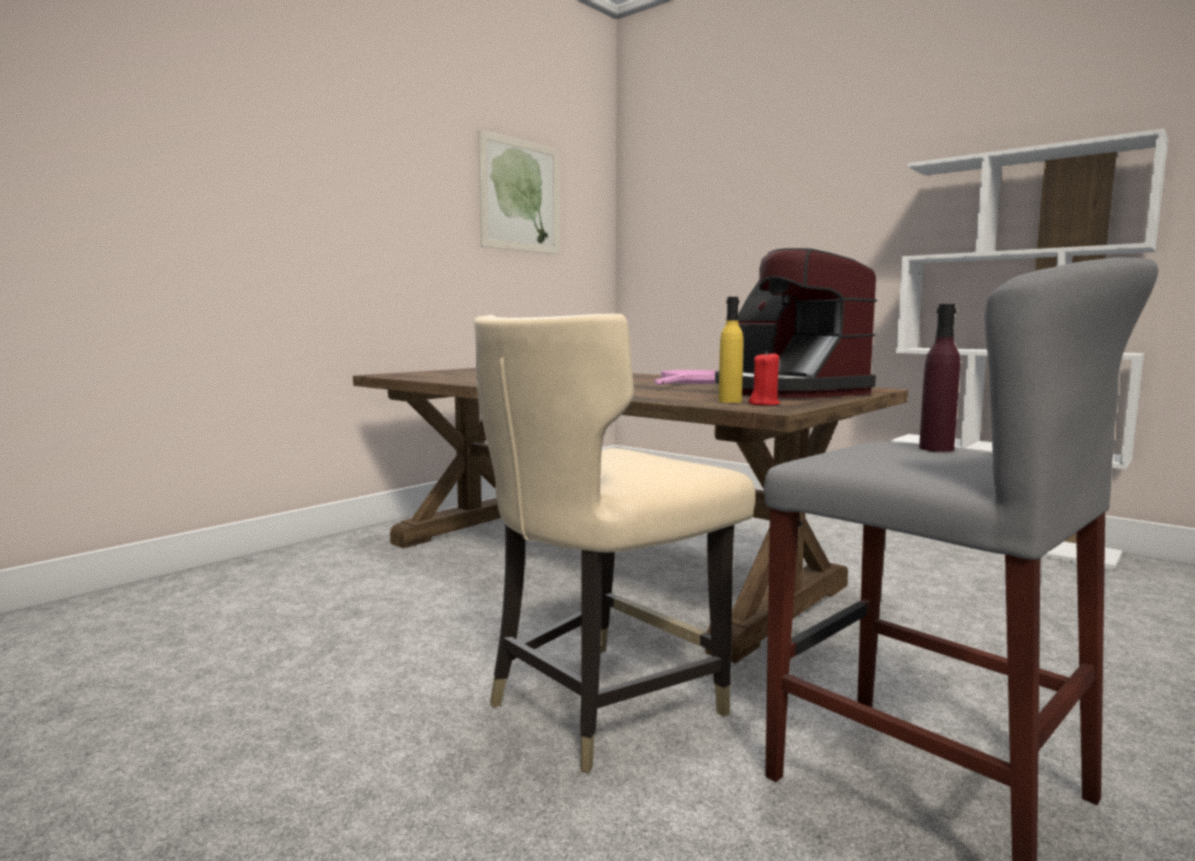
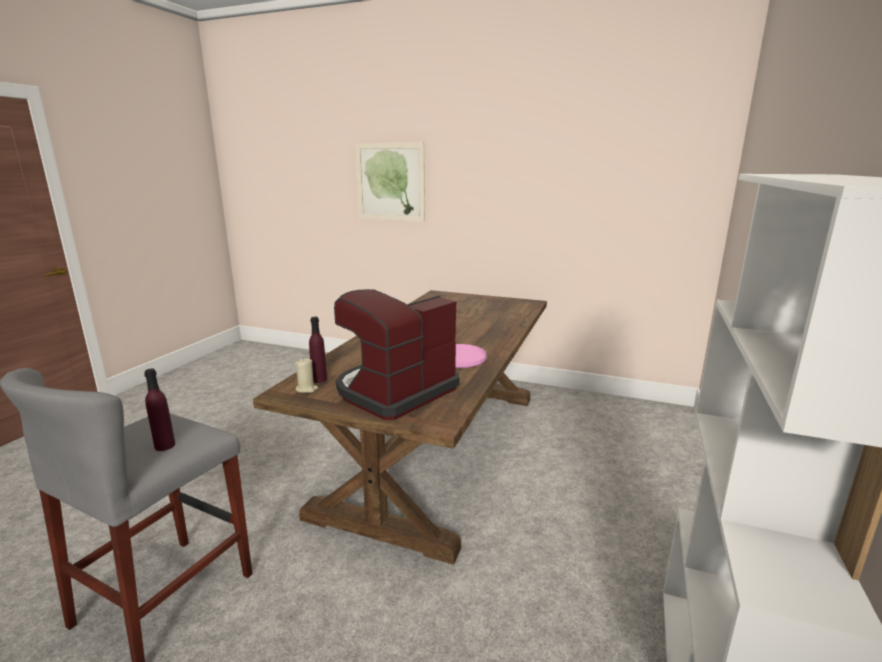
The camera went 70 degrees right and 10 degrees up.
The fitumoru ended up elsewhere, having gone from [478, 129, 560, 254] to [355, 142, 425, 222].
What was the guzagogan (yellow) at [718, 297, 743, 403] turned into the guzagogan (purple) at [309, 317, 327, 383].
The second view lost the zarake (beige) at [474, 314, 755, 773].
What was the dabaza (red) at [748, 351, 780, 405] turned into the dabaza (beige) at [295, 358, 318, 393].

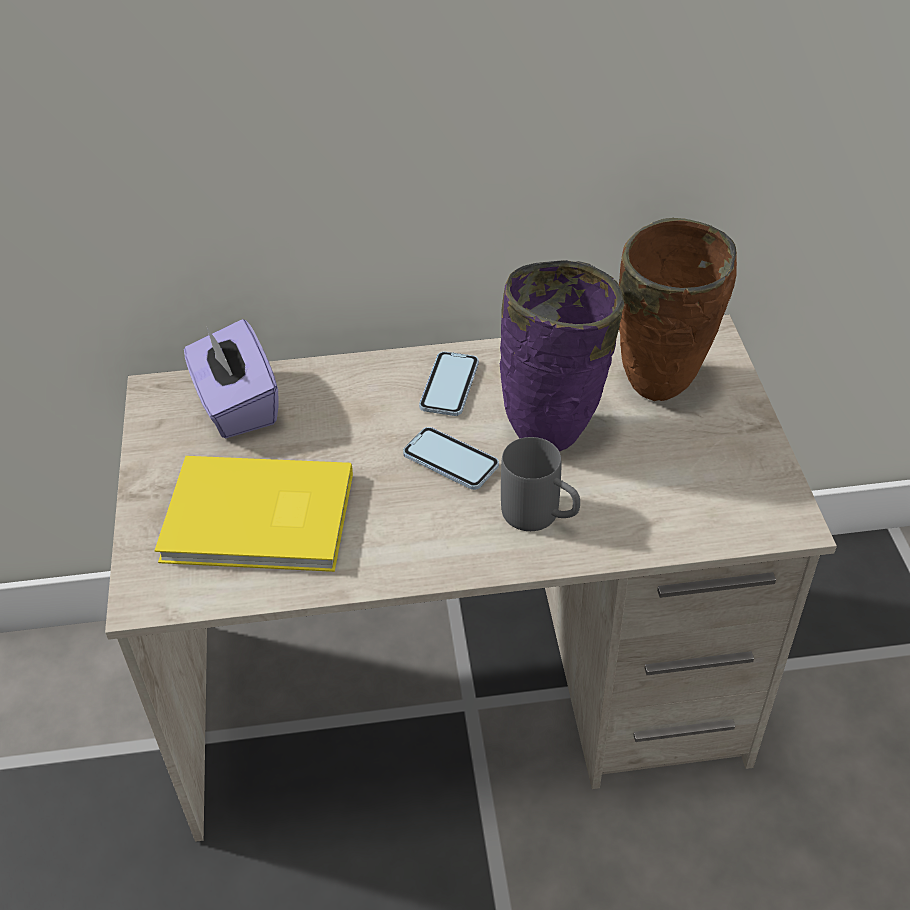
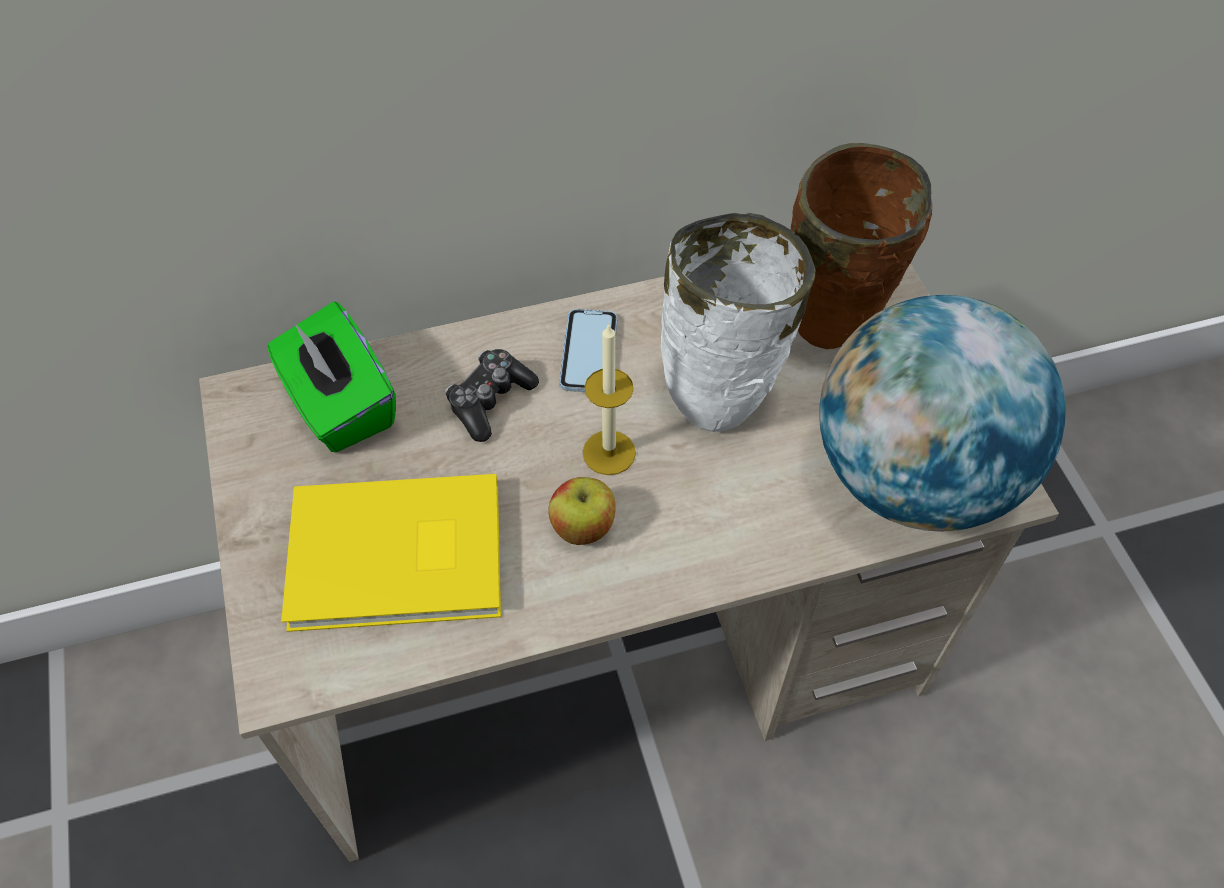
The camera went 10 degrees left and 10 degrees up.
What was the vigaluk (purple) at [500, 260, 625, 452] turned into the vigaluk (white) at [661, 213, 815, 432].
What was the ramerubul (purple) at [184, 319, 278, 438] turned into the ramerubul (green) at [267, 302, 396, 453].
Where the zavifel stood at [403, 427, 499, 490], the dabaza came to stand at [583, 323, 636, 475].
The second view lost the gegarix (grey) at [501, 437, 580, 531].
The second view gained the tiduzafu at [819, 295, 1066, 532].
The second view gained the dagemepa at [445, 349, 539, 442].
The second view gained the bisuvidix at [548, 477, 616, 545].

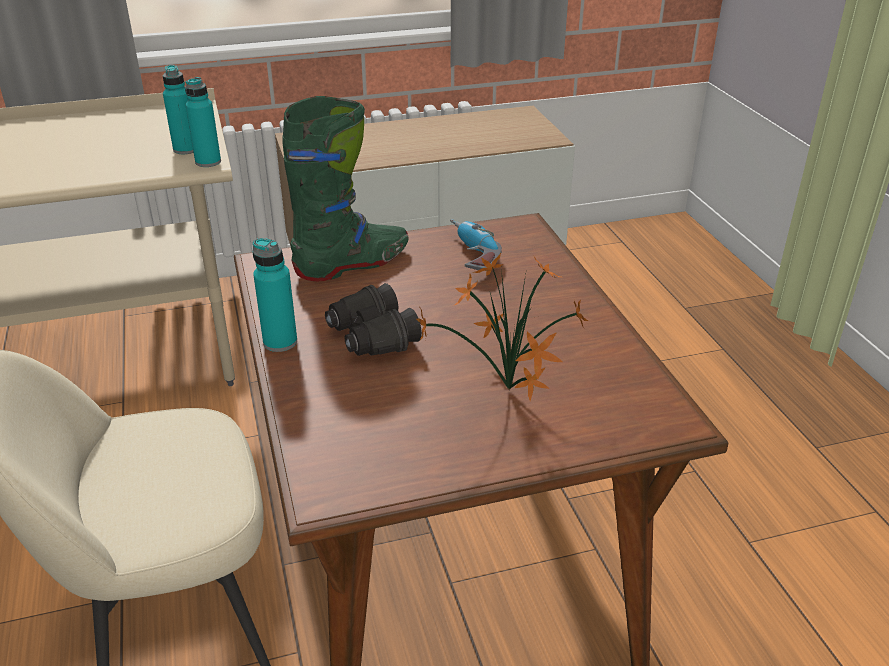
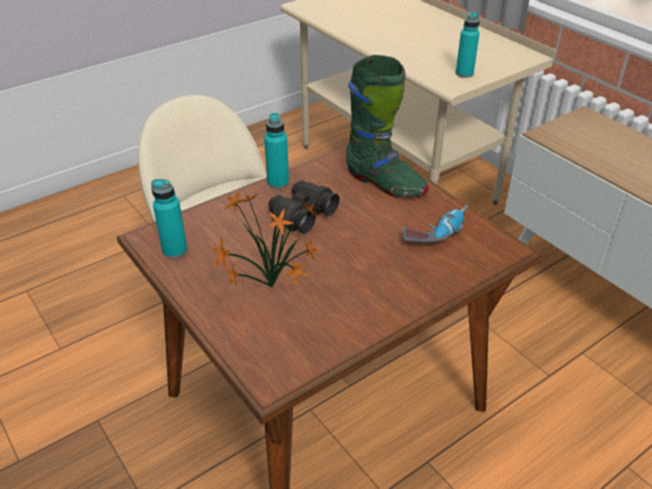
The camera went 70 degrees right and 5 degrees up.
The guzagogan (turquoise) ended up elsewhere, having gone from [185, 77, 221, 167] to [151, 179, 187, 258].

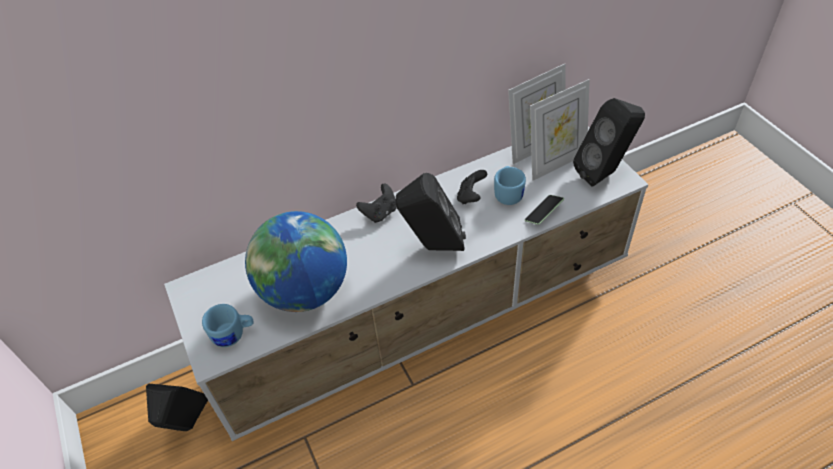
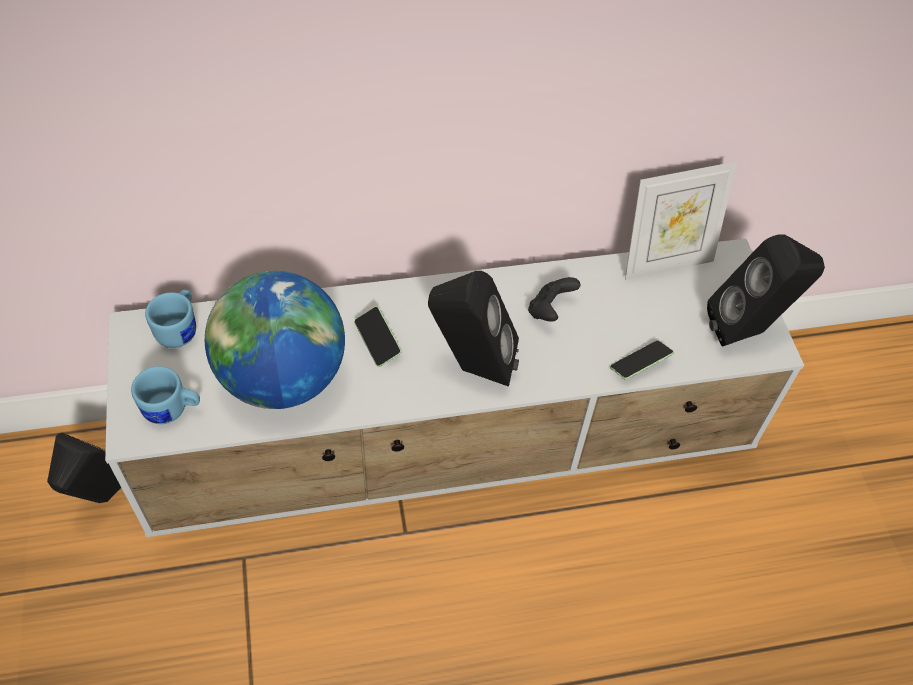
The camera went 10 degrees right and 5 degrees up.
The second view lost the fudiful at [530, 79, 590, 181].
The gegarix (blue) ended up elsewhere, having gone from [494, 166, 526, 205] to [145, 290, 196, 348].
The second view lost the dagemepa (black) at [356, 184, 397, 223].
The second view gained the zavifel at [354, 306, 402, 367].

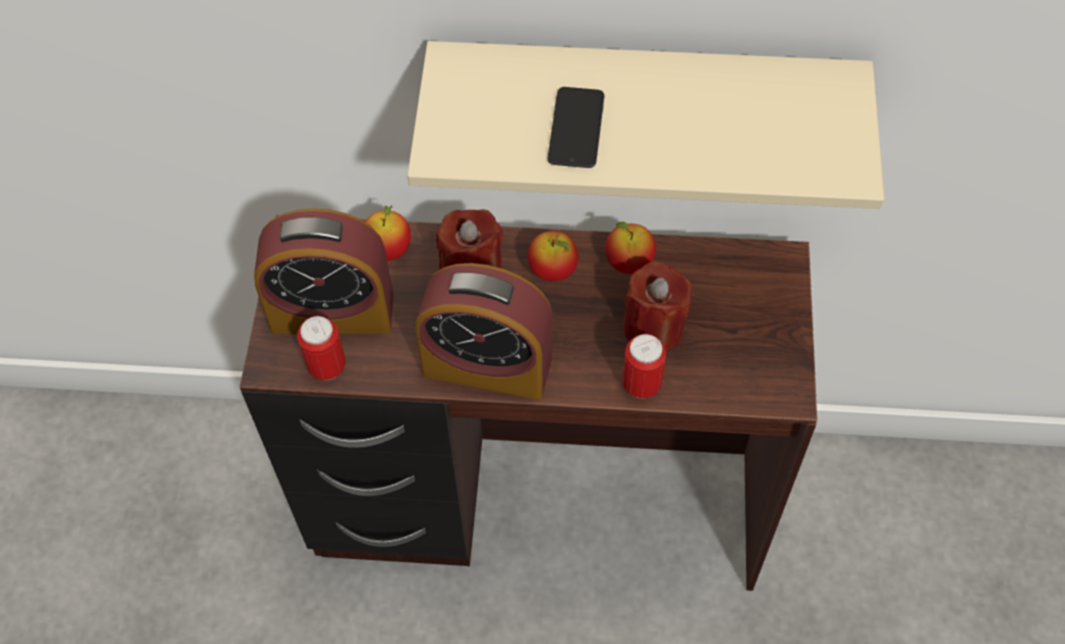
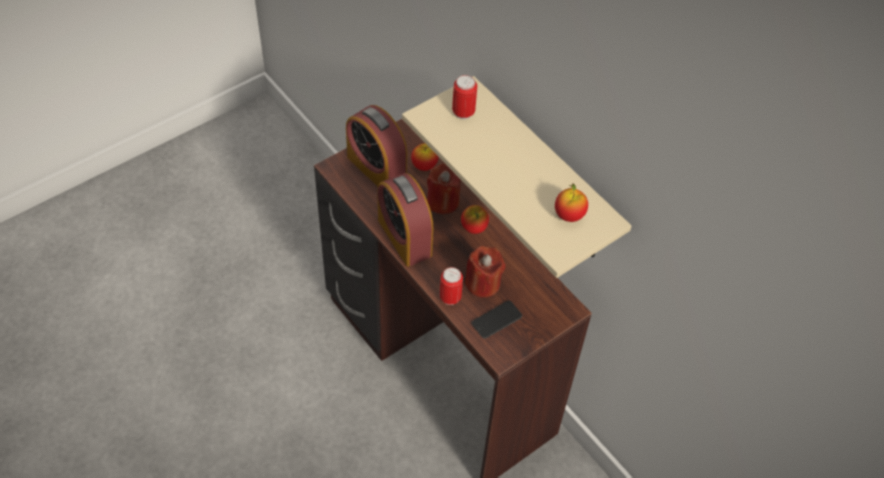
The camera went 45 degrees right and 5 degrees down.
The zavifel ended up elsewhere, having gone from [548, 87, 604, 168] to [472, 301, 522, 339].
The bisuvidix ended up elsewhere, having gone from [605, 222, 656, 274] to [555, 184, 588, 222].
The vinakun ended up elsewhere, having gone from [297, 316, 346, 380] to [452, 75, 477, 119].

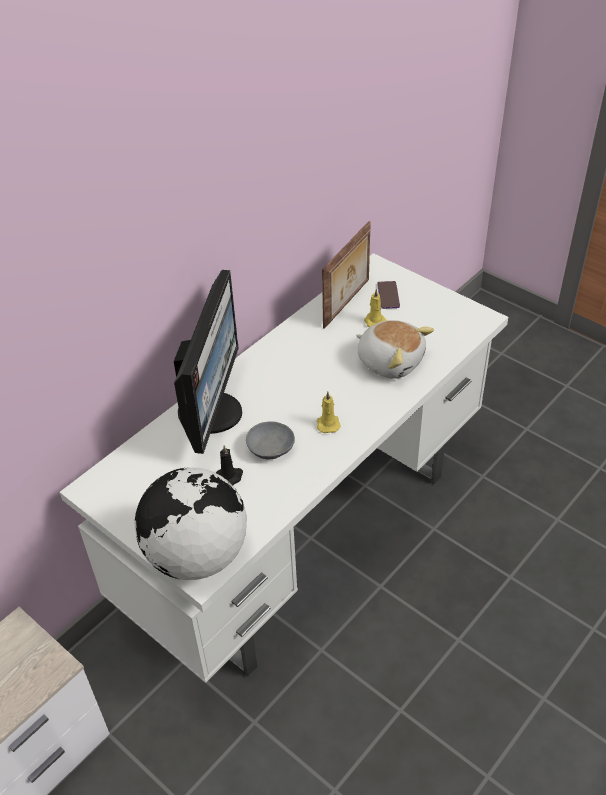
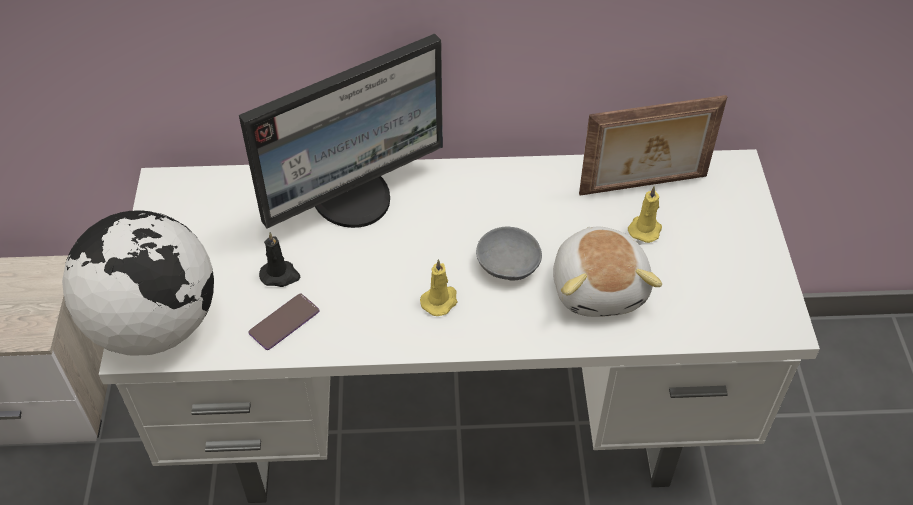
The camera went 45 degrees right and 5 degrees up.
The zavifel ended up elsewhere, having gone from [377, 281, 400, 309] to [248, 294, 319, 350].
The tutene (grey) ended up elsewhere, having gone from [246, 421, 295, 459] to [476, 227, 542, 281].

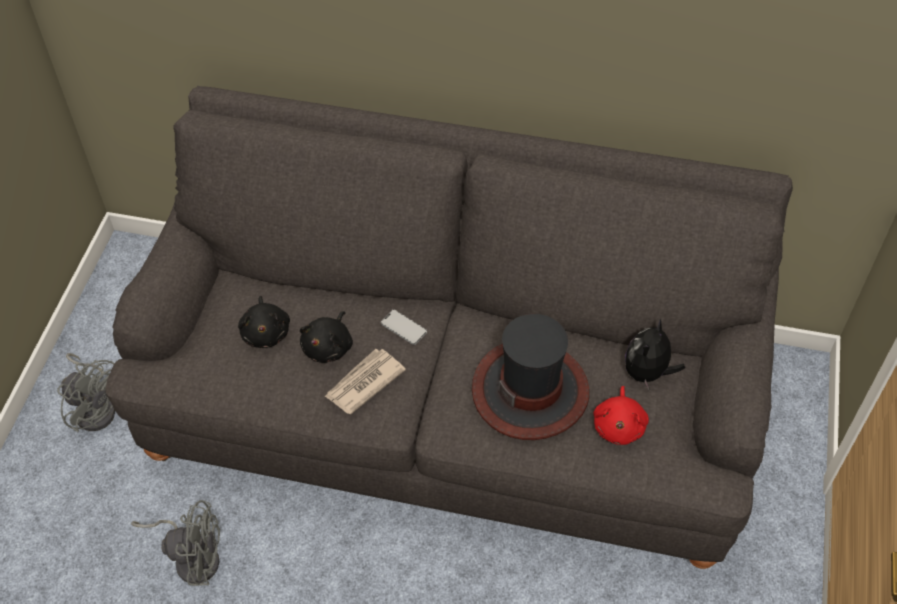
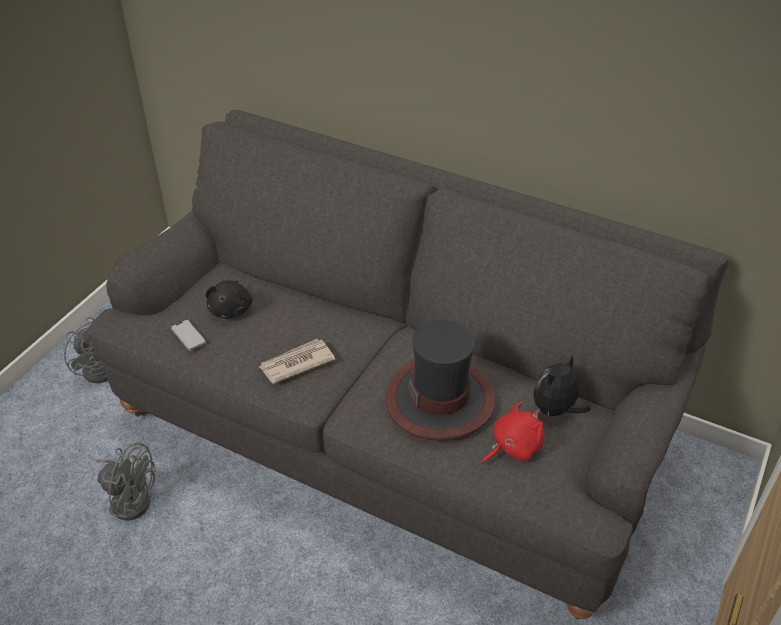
The camera went 15 degrees right and 10 degrees down.
The zavifel ended up elsewhere, having gone from [381, 310, 427, 345] to [171, 320, 206, 351].
The second view lost the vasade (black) at [300, 311, 353, 363].
The vasade (red) at [594, 386, 649, 445] ended up facing another way, 150 degrees counterclockwise from before.

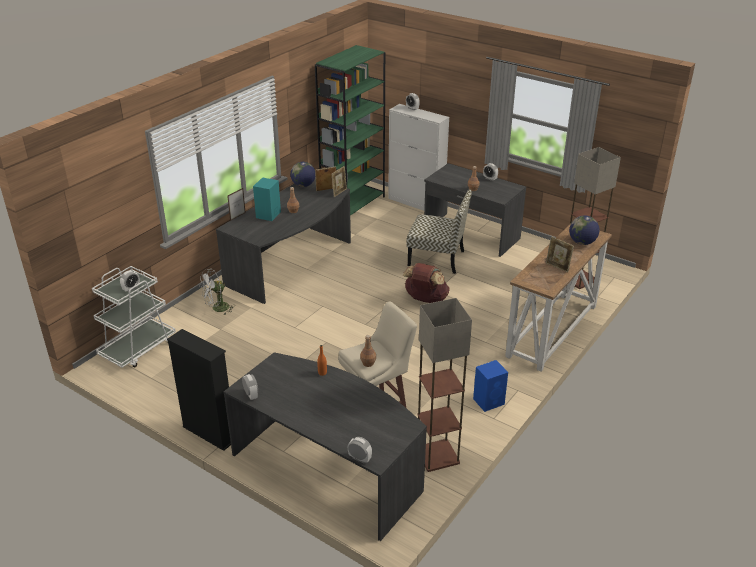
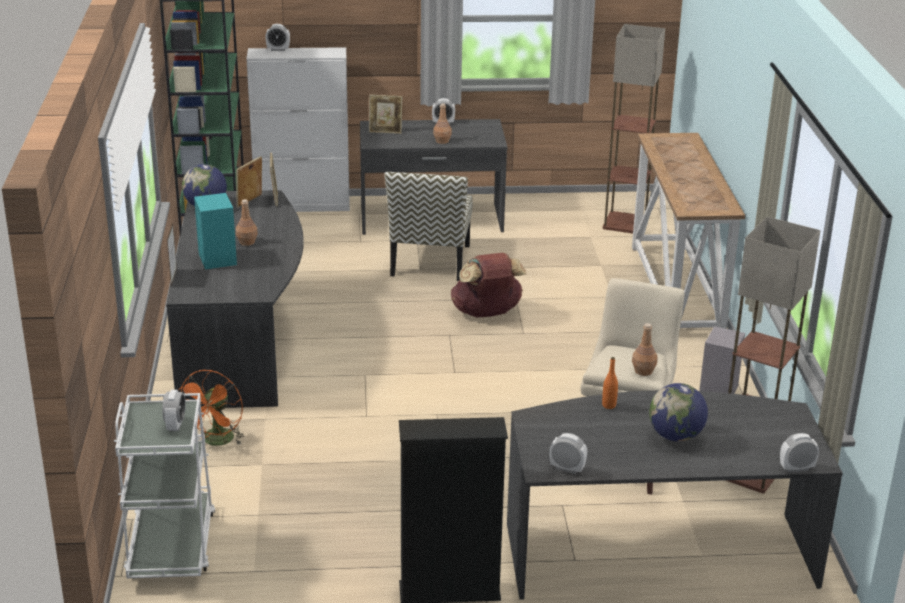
The camera went 40 degrees left and 5 degrees down.
The zarake at [406, 189, 472, 274] ended up facing another way, 120 degrees clockwise from before.
The tiduzafu ended up elsewhere, having gone from [569, 215, 600, 245] to [649, 383, 708, 442].
The fudiful ended up elsewhere, having gone from [546, 236, 574, 272] to [369, 94, 402, 134].
What was the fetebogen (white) at [200, 269, 235, 315] turned into the fetebogen (orange) at [178, 370, 245, 446].
What was the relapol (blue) at [473, 360, 508, 412] turned into the relapol (grey) at [699, 326, 745, 394].

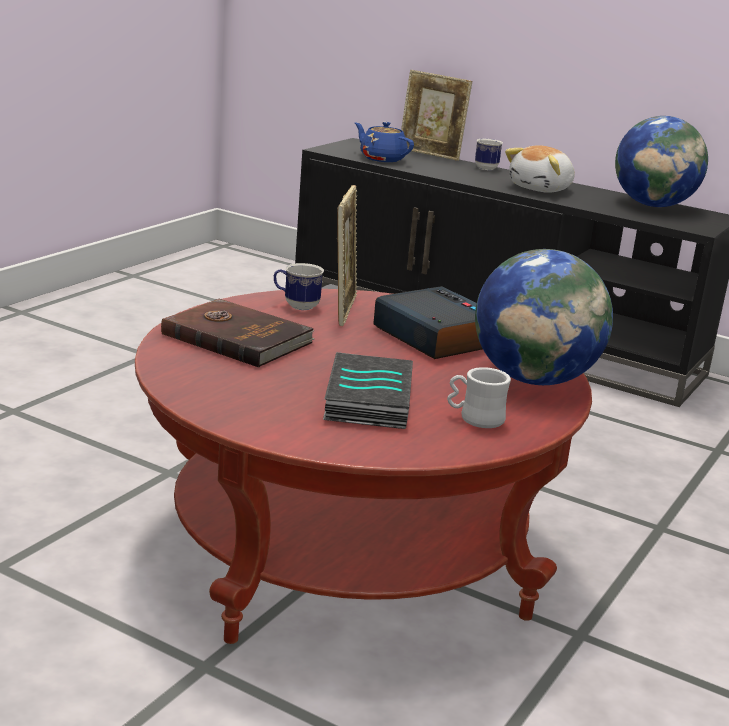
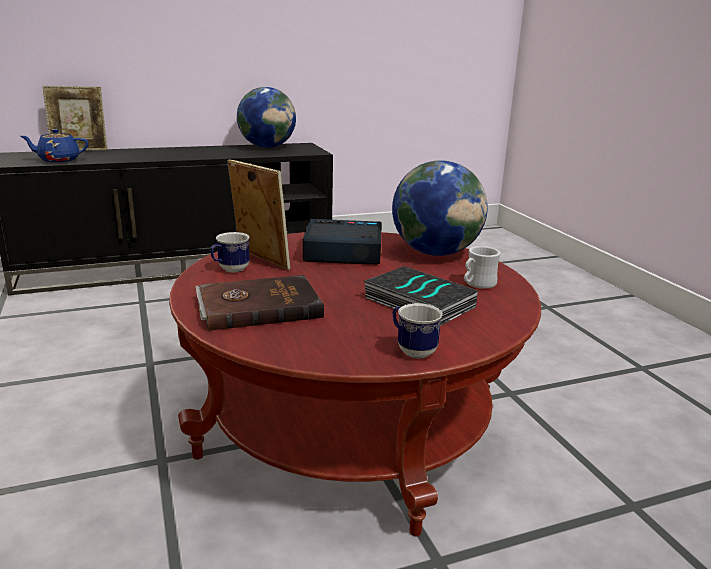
The camera went 50 degrees left and 0 degrees up.
The gegarix ended up elsewhere, having gone from [475, 139, 503, 170] to [393, 303, 443, 358].
The second view lost the vasade at [505, 145, 575, 193].

